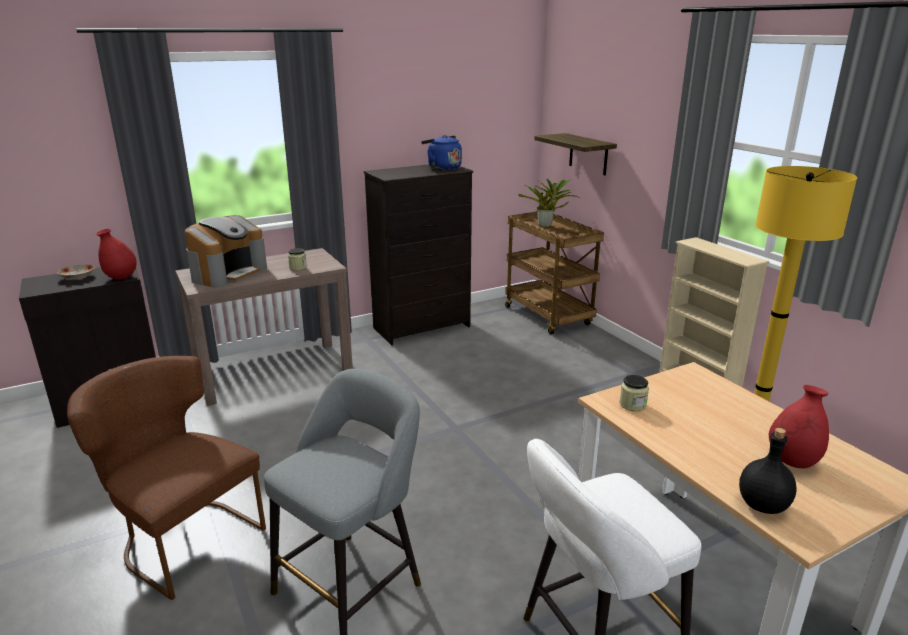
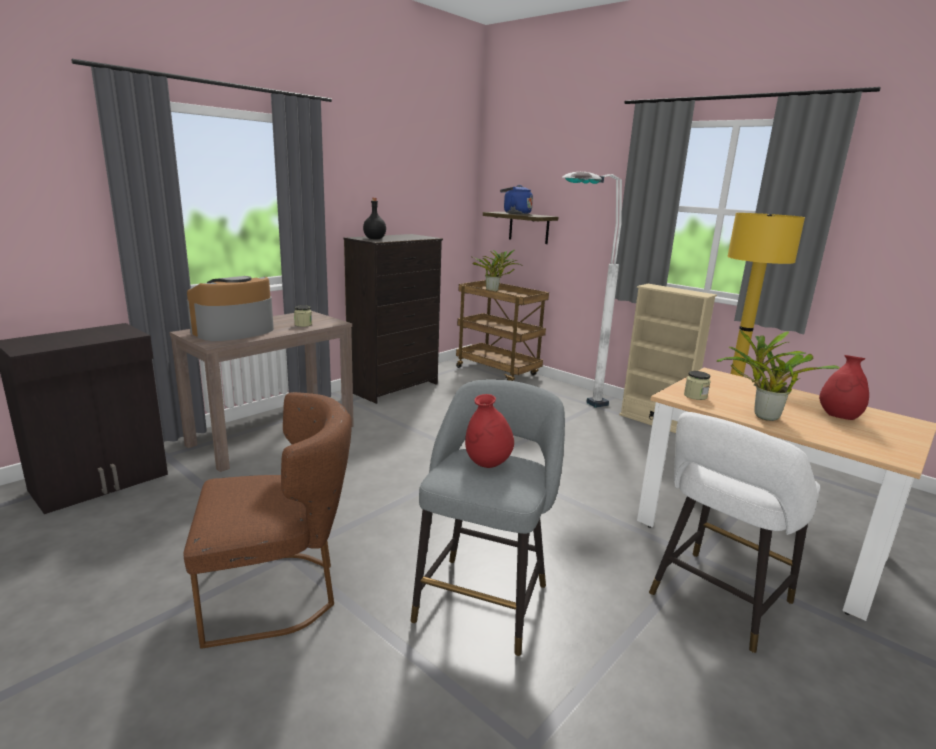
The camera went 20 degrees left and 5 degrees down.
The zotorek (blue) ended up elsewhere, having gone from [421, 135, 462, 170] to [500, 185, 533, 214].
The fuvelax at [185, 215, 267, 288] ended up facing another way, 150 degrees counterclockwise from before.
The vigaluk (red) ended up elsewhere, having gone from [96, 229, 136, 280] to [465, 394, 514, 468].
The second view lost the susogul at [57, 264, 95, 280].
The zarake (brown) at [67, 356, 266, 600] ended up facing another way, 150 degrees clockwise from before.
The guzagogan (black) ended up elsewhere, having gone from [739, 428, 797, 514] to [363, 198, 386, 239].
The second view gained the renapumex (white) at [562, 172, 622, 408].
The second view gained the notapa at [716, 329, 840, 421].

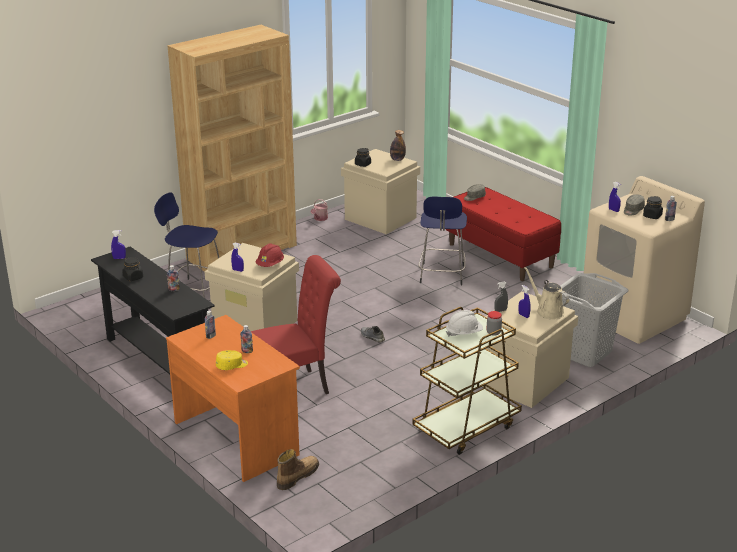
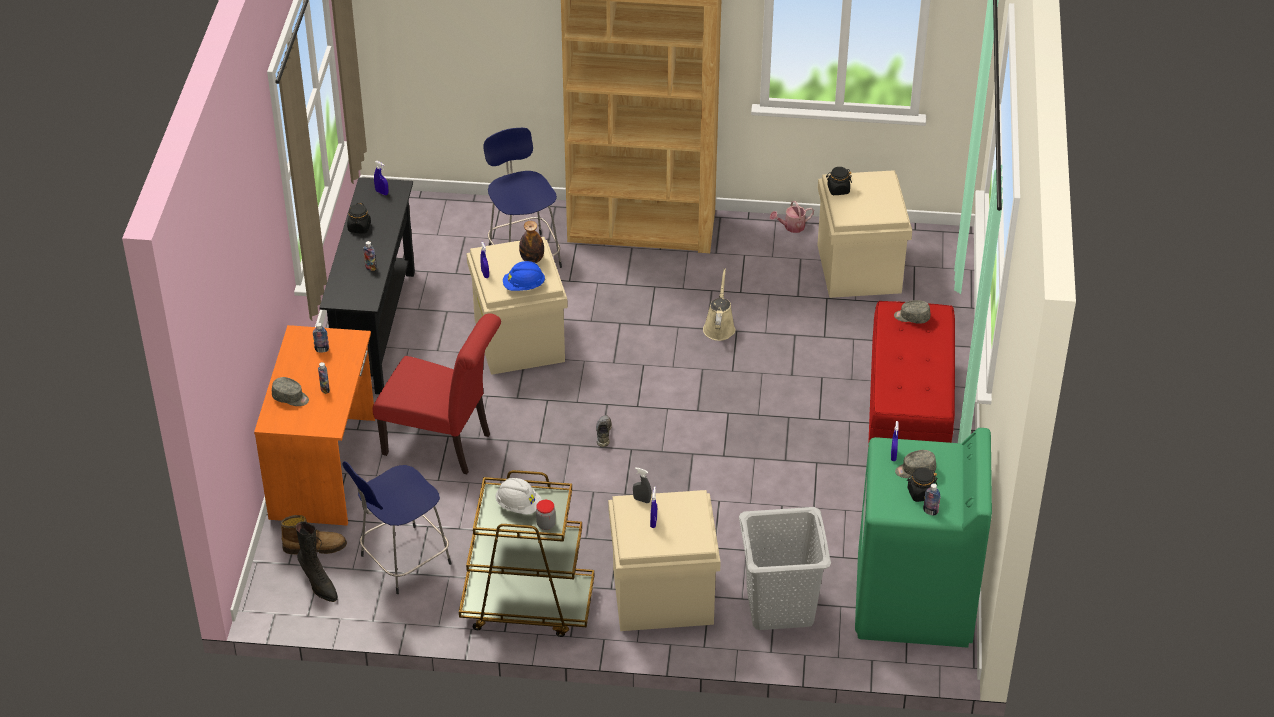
The camera went 45 degrees right and 15 degrees up.
The guzagogan ended up elsewhere, having gone from [390, 130, 406, 161] to [519, 221, 544, 263].
What was the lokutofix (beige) at [584, 176, 705, 344] turned into the lokutofix (green) at [855, 428, 992, 648].
The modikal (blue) ended up elsewhere, having gone from [418, 196, 467, 285] to [343, 461, 452, 594].
What was the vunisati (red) at [256, 244, 284, 267] turned into the vunisati (blue) at [503, 261, 545, 291].
The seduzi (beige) ended up elsewhere, having gone from [524, 267, 569, 320] to [703, 268, 735, 341].
What was the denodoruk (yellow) at [216, 350, 248, 370] turned into the denodoruk (grey) at [272, 377, 309, 406].
The second view gained the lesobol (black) at [295, 521, 338, 602].

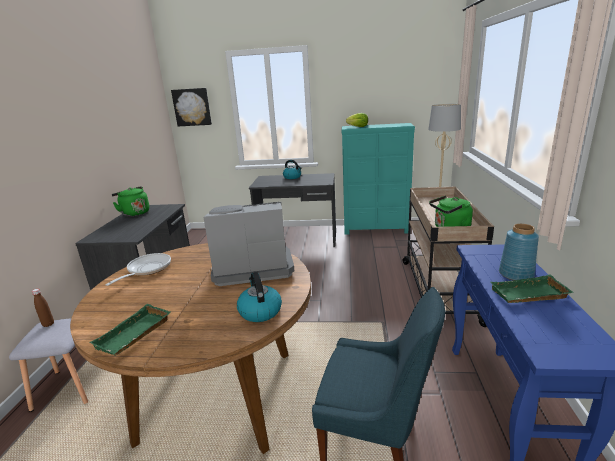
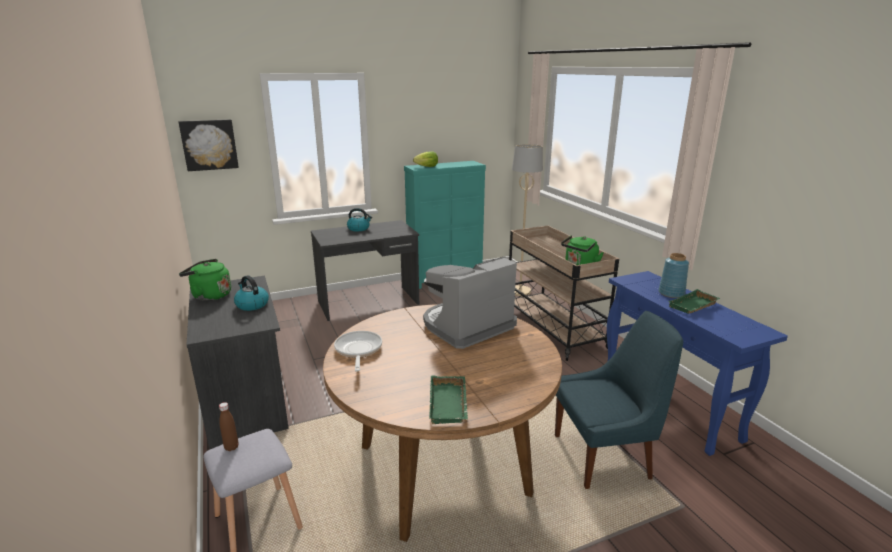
The camera went 30 degrees left and 0 degrees up.
The zotorek ended up elsewhere, having gone from [237, 272, 282, 322] to [234, 275, 269, 311].

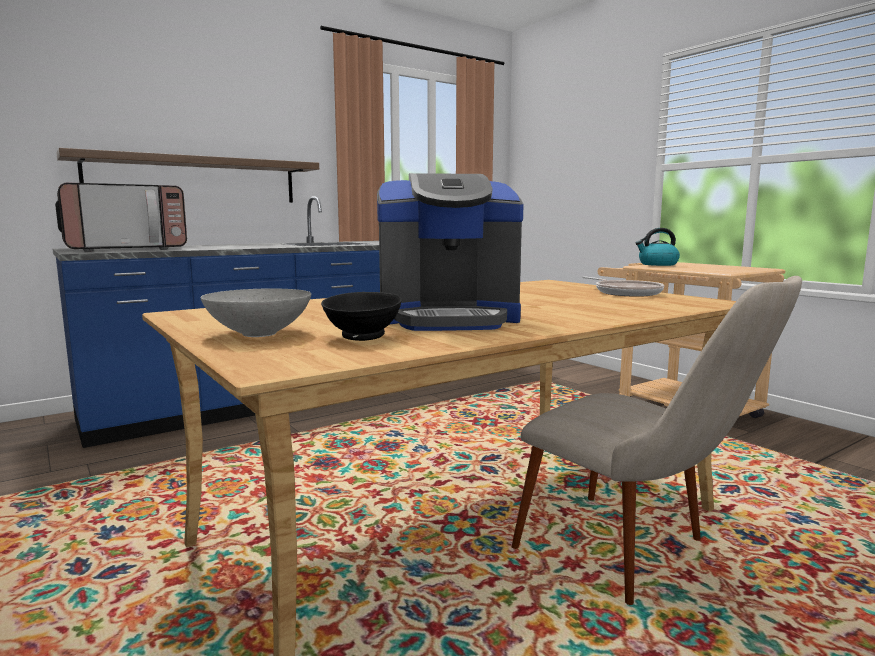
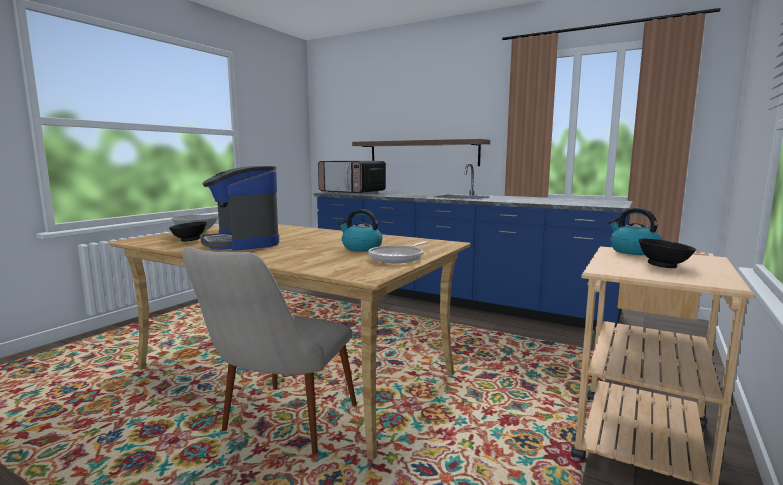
The camera went 65 degrees right and 0 degrees up.
The second view gained the zotorek at [338, 209, 382, 251].
The second view gained the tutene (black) at [639, 238, 696, 268].

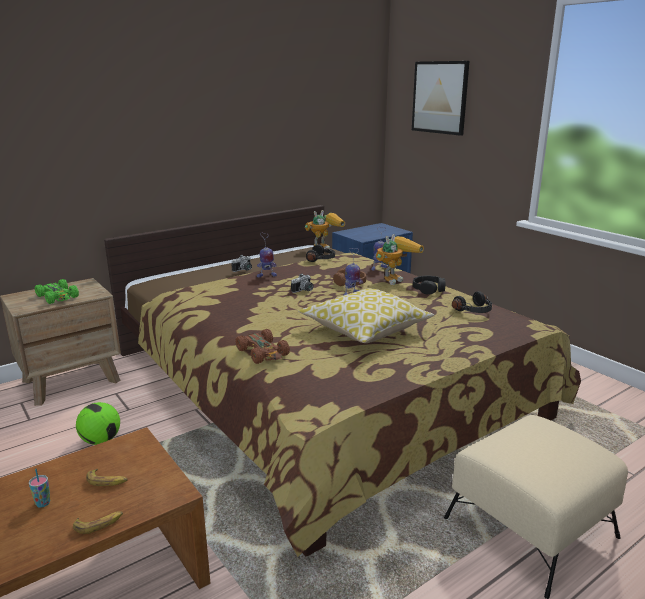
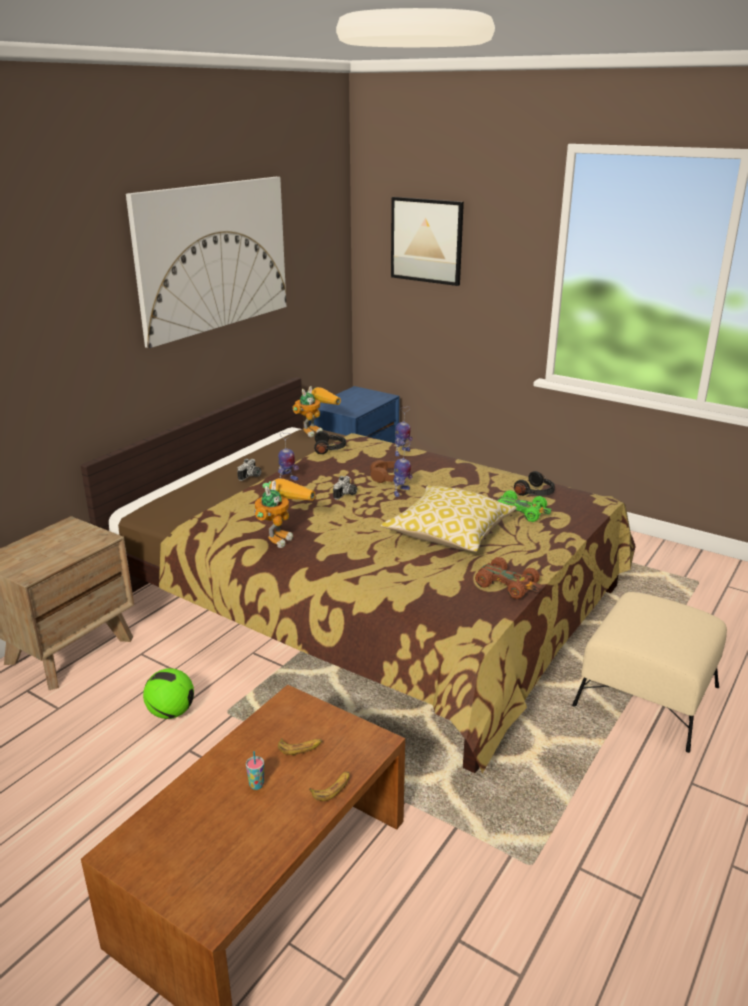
The camera went 20 degrees left and 5 degrees up.
The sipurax ended up elsewhere, having gone from [375, 234, 424, 285] to [254, 478, 315, 548].
The second view lost the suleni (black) at [413, 276, 446, 295].
The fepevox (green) ended up elsewhere, having gone from [34, 279, 79, 304] to [497, 490, 551, 522].
The fepevox (brown) ended up elsewhere, having gone from [236, 329, 290, 364] to [475, 557, 542, 599].
The second view gained the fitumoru at [126, 177, 286, 348].

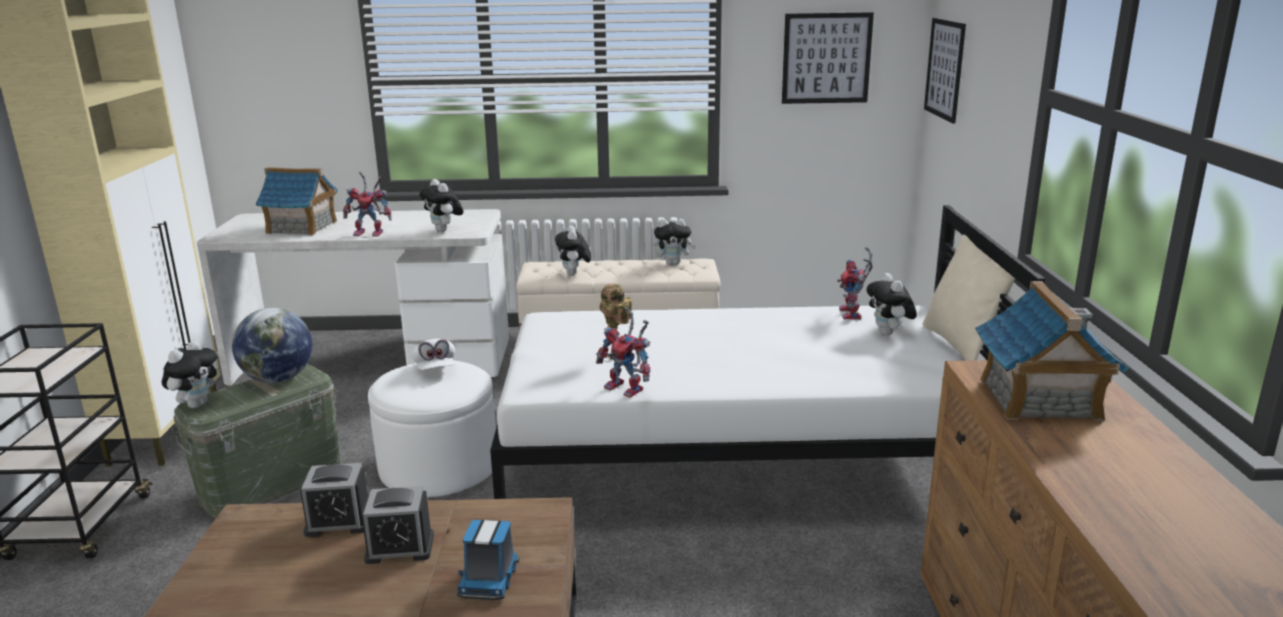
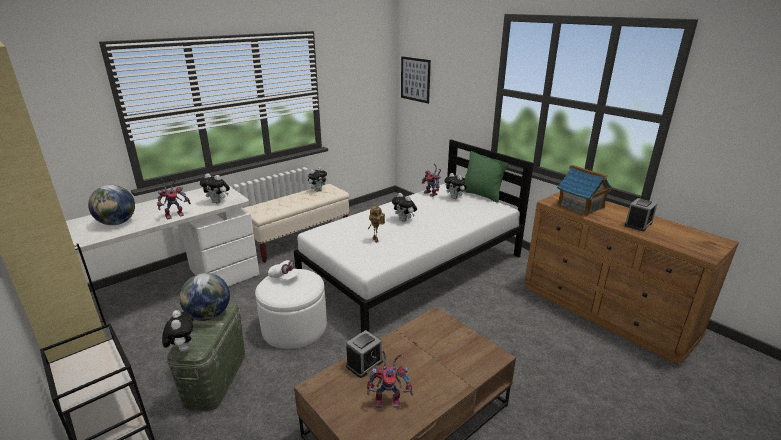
The camera went 40 degrees left and 5 degrees up.
The second view lost the fitumoru at [782, 12, 874, 104].
Where the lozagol stood at [256, 167, 338, 235], the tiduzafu came to stand at [88, 185, 135, 225].
The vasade ended up elsewhere, having gone from [555, 225, 591, 276] to [392, 193, 417, 222].
What was the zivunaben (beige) at [922, 235, 1015, 361] turned into the zivunaben (green) at [461, 151, 509, 203].
The sipurax ended up elsewhere, having gone from [596, 307, 651, 398] to [367, 350, 413, 408].
The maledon ended up elsewhere, having gone from [361, 486, 434, 564] to [625, 198, 658, 231].
The second view lost the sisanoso at [457, 520, 520, 600].

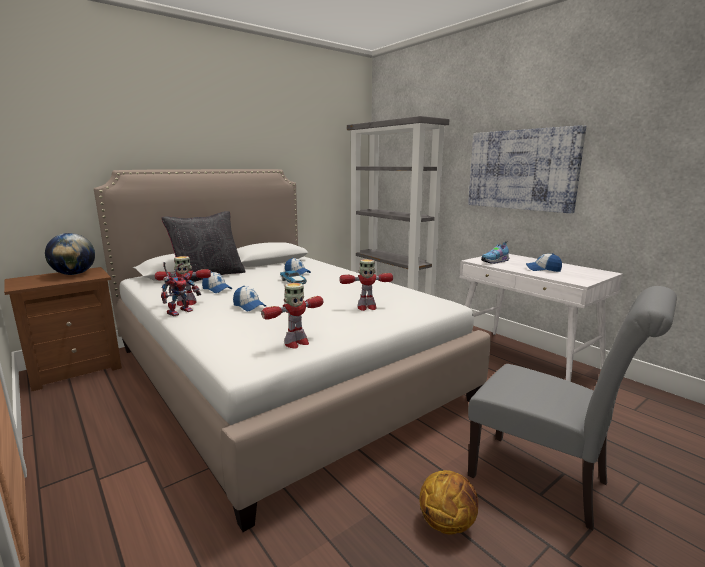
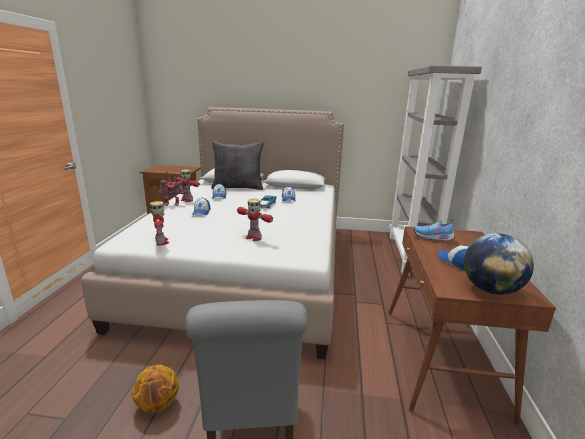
The camera went 45 degrees right and 5 degrees up.
The second view lost the fitumoru at [468, 125, 586, 213].
The tiduzafu ended up elsewhere, having gone from [45, 233, 95, 275] to [464, 233, 534, 295].
What was the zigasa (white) at [460, 254, 623, 382] turned into the zigasa (brown) at [389, 226, 556, 425].
The sipurax at [261, 283, 323, 348] ended up facing another way, 120 degrees counterclockwise from before.

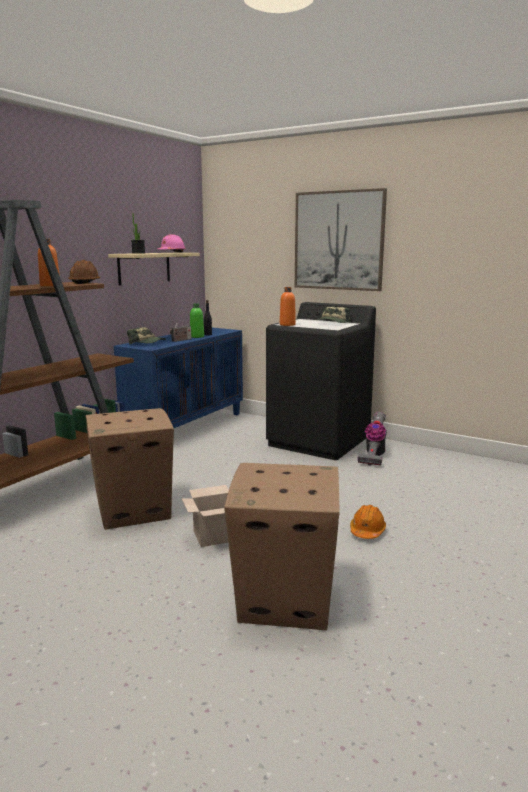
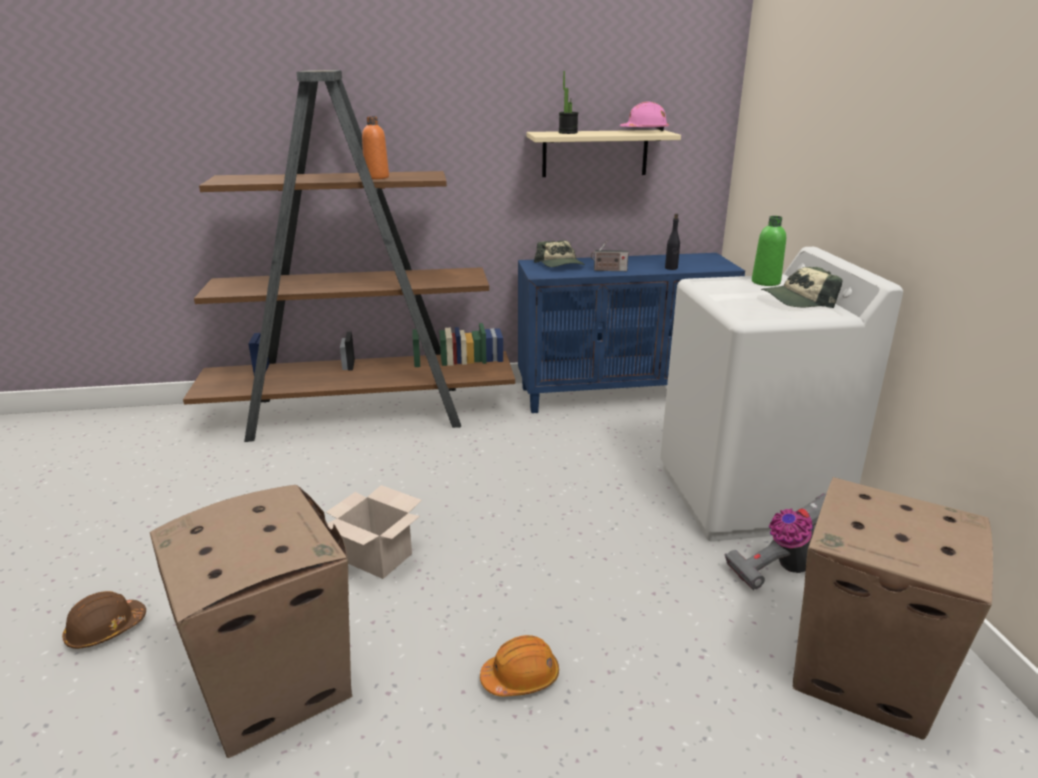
The camera went 50 degrees right and 10 degrees up.
The second view lost the fitumoru at [295, 188, 387, 291].
The vunisati (brown) ended up elsewhere, having gone from [68, 260, 100, 284] to [62, 591, 146, 649].
The second view lost the guzagogan (orange) at [280, 287, 296, 326].
What was the lokutofix (black) at [266, 302, 376, 460] turned into the lokutofix (white) at [660, 247, 903, 542].
The guzagogan (green) ended up elsewhere, having gone from [190, 303, 204, 338] to [752, 216, 786, 286].
The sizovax ended up elsewhere, having gone from [85, 408, 174, 530] to [793, 477, 993, 740].

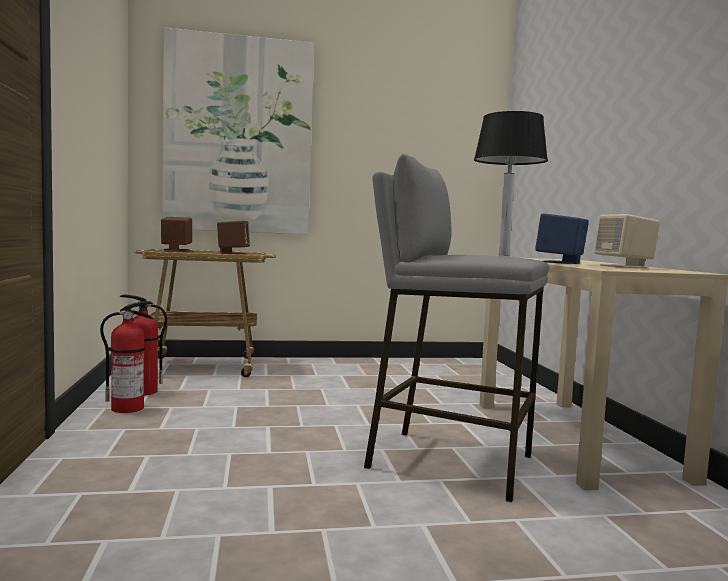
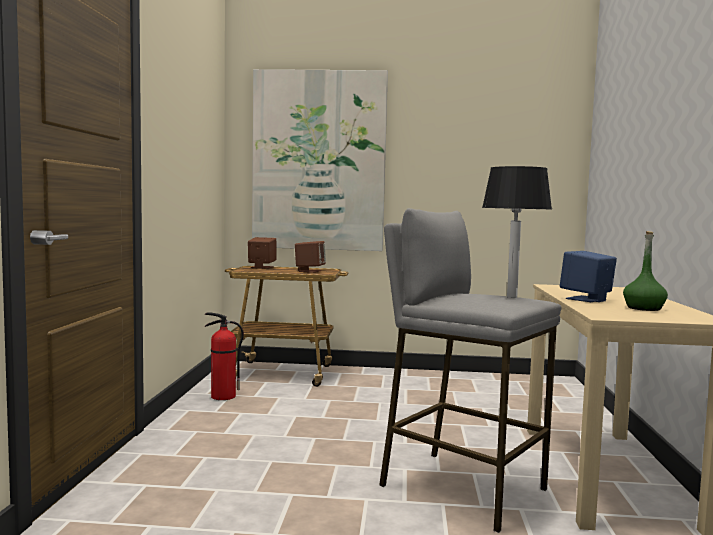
The camera went 15 degrees right and 0 degrees up.
Where the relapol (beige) stood at [594, 214, 660, 268], the guzagogan (green) came to stand at [623, 231, 668, 311].
The second view lost the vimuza at [100, 301, 153, 413].

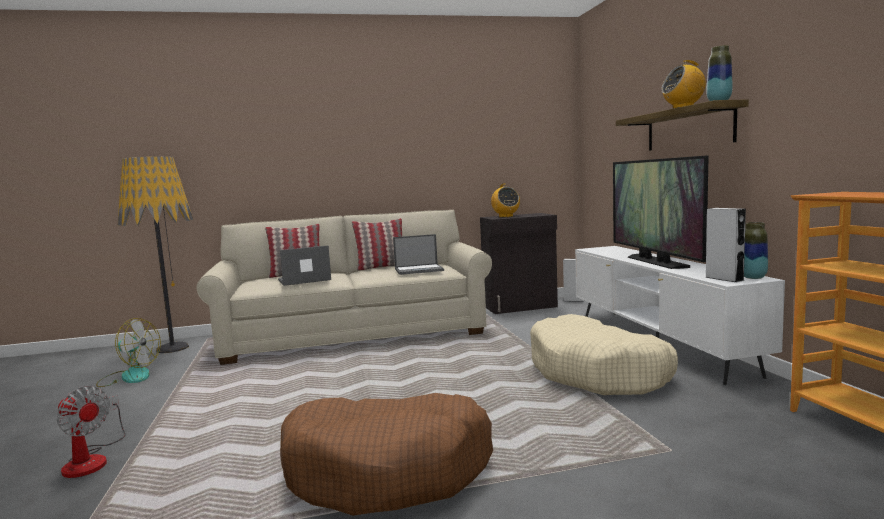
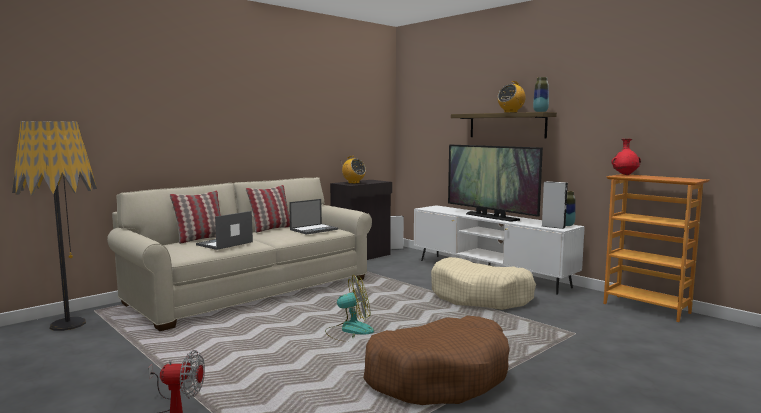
The camera went 30 degrees left and 0 degrees up.
The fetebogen ended up elsewhere, having gone from [96, 318, 161, 387] to [325, 275, 374, 341].
The second view gained the vigaluk (red) at [611, 139, 641, 175].

